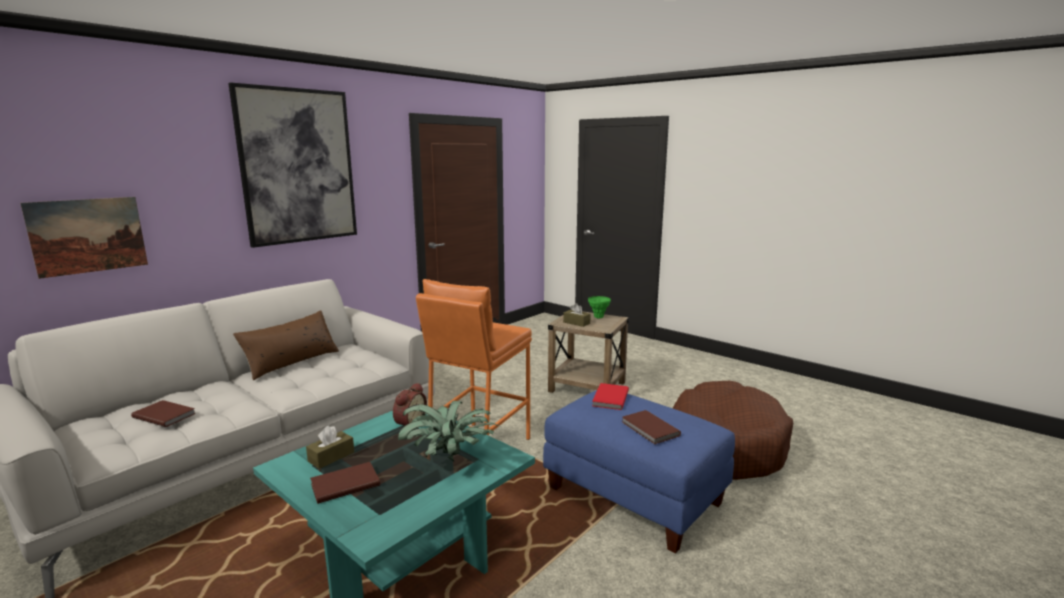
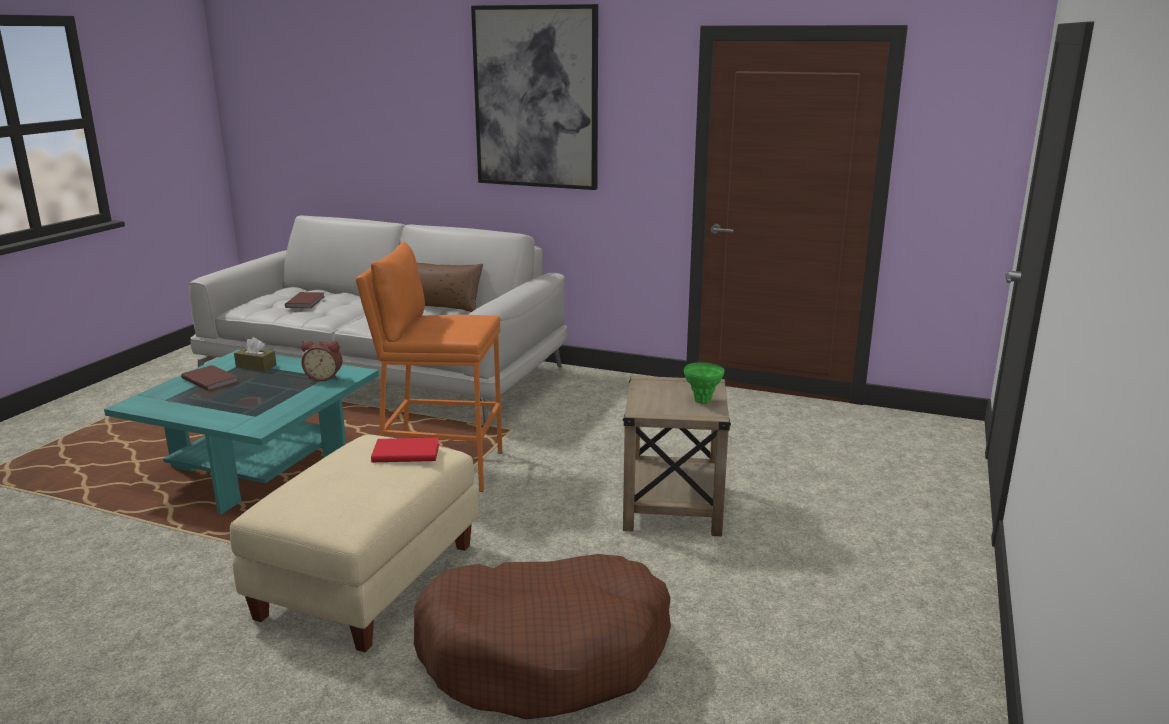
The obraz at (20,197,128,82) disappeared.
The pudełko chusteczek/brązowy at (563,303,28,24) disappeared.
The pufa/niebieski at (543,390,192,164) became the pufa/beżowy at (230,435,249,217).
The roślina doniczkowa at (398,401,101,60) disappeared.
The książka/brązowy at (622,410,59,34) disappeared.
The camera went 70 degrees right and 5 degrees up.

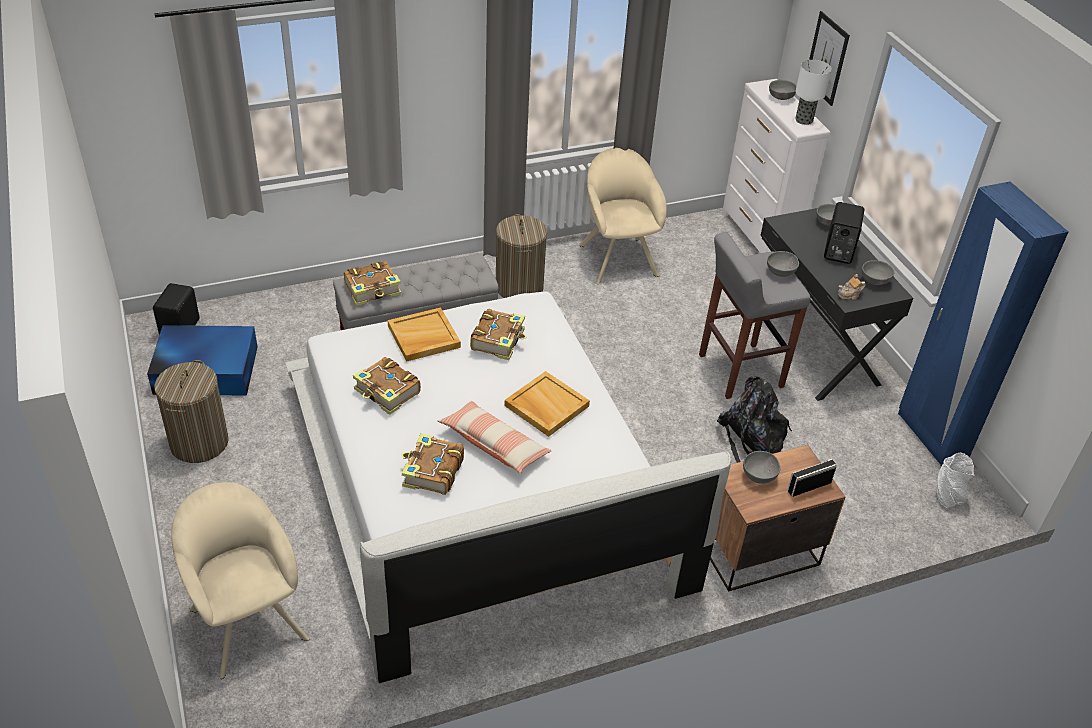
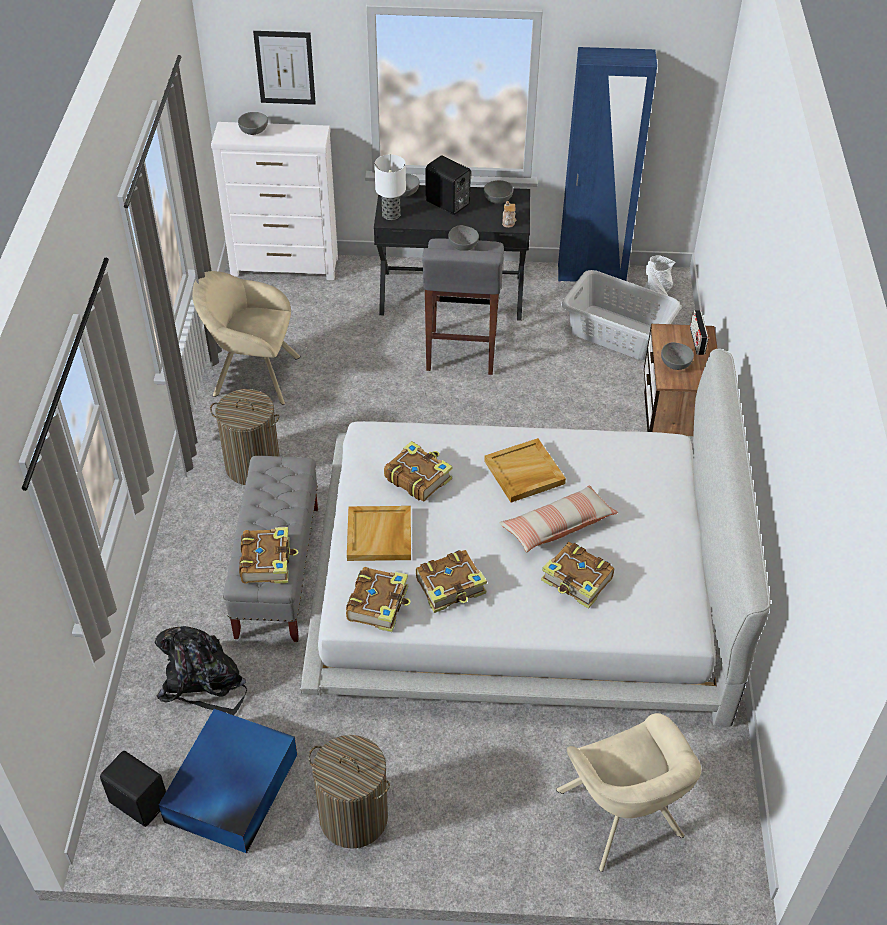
The lampa stołowa moved from (795,60,37,65) to (374,154,32,66).
The plecak/czarny moved from (717,376,75,87) to (155,626,92,89).
The fotel/beżowy at (171,482,138,197) turned 105 degrees counterclockwise.
The kosz na pranie/szary at (561,270,120,90) appeared.
The książka at (346,567,65,65) appeared.
The camera went 65 degrees left and 5 degrees up.

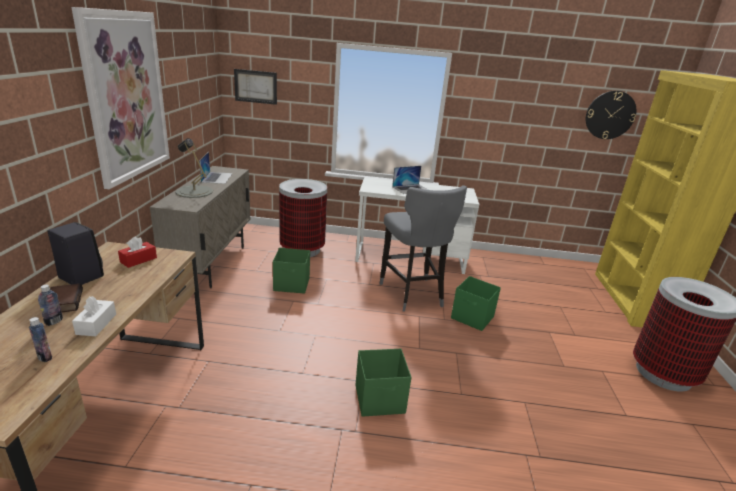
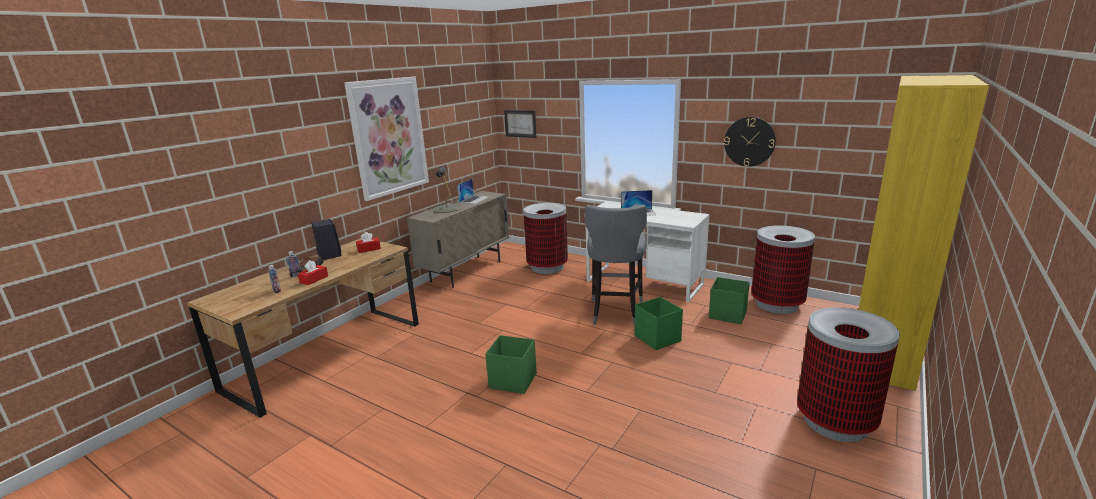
The zegar ścienny moved from (586,91,50,48) to (724,117,52,50).
The pojemnik do przechowywania/zielony moved from (273,248,37,46) to (709,277,41,47).
The pudełko chusteczek/biały at (72,296,44,40) became the pudełko chusteczek/czerwony at (298,260,30,25).
The kosz na śmieci at (751,225,64,89) appeared.
The camera went 30 degrees right and 5 degrees down.

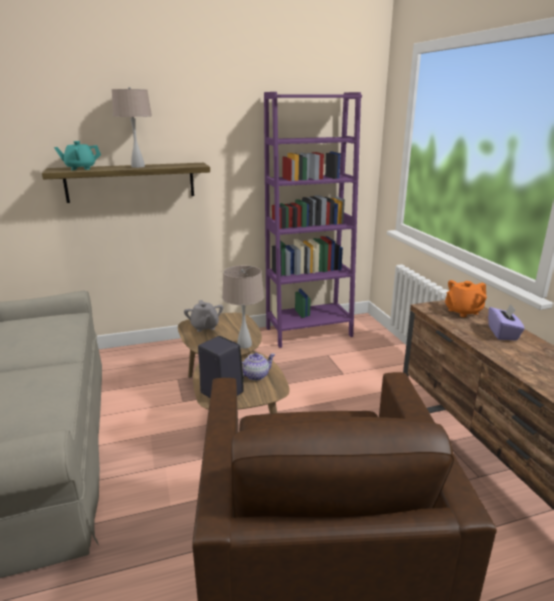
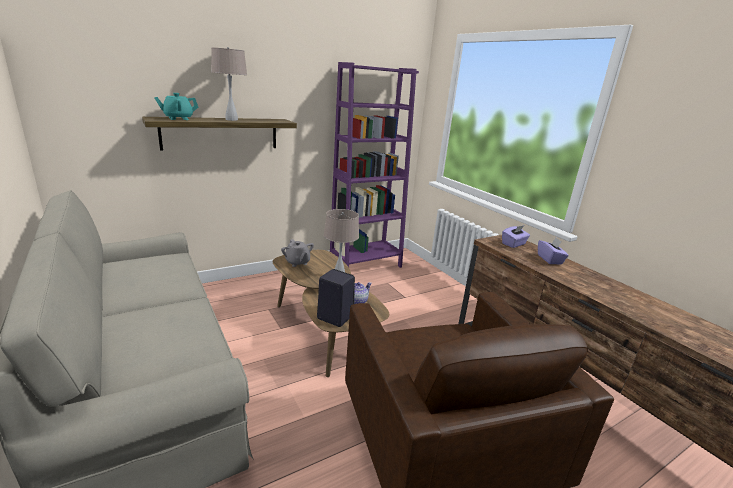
The imbryk/pomarańczowy at (445,280,42,37) was replaced by the pudełko chusteczek/fioletowy at (502,225,28,23).
The camera went 15 degrees left and 0 degrees up.

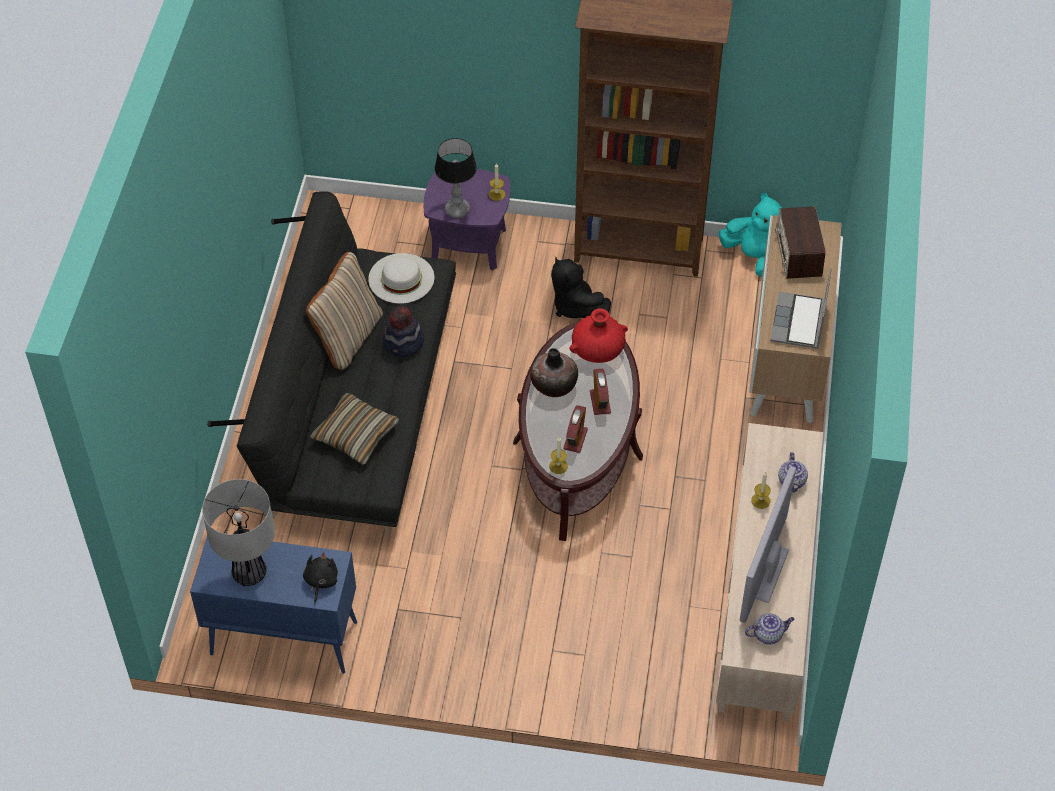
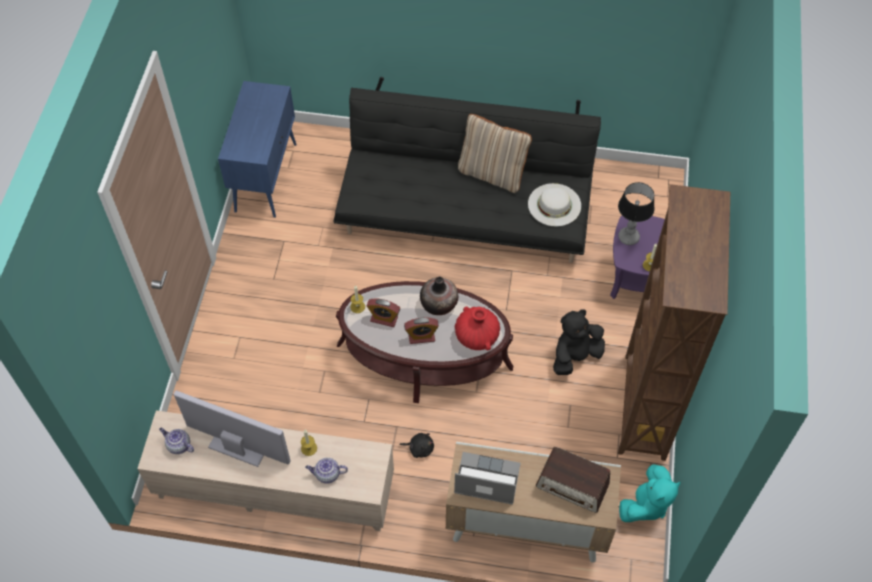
The radio at (775,206,51,73) turned 150 degrees counterclockwise.
The kapelusz at (383,306,41,51) disappeared.
The poduszka at (310,393,89,72) disappeared.
The lampa stołowa at (202,479,73,107) disappeared.
The pluszak/czarny moved from (303,552,35,51) to (399,433,35,25).
The imbryk at (745,613,49,31) turned 135 degrees clockwise.
The camera went 90 degrees right and 5 degrees up.

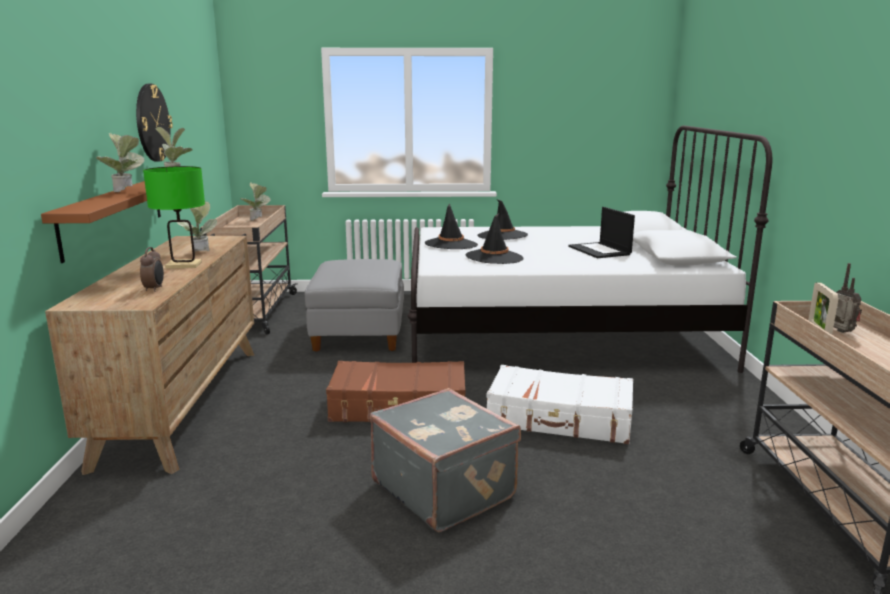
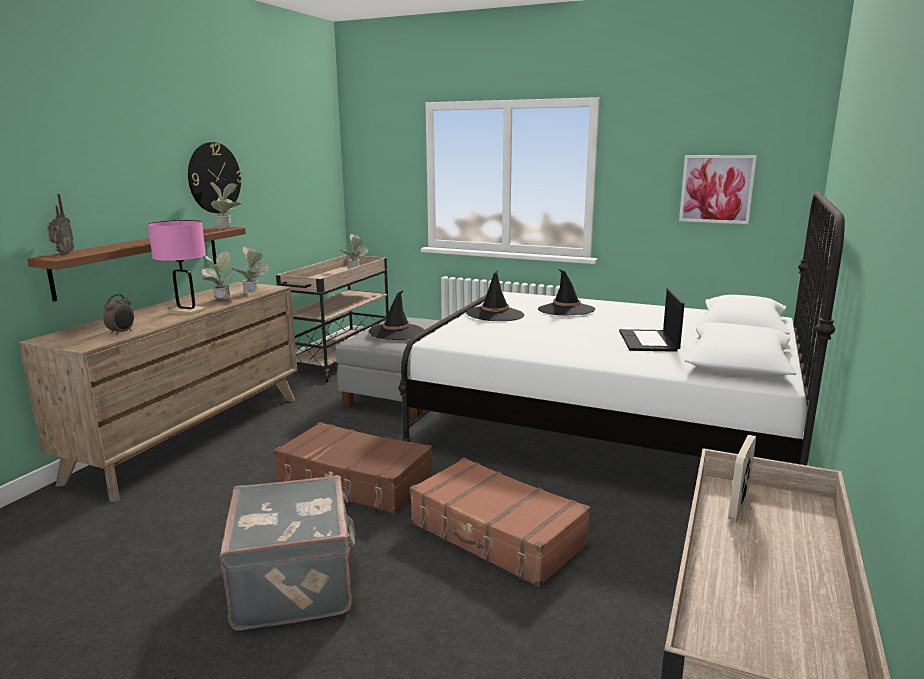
The roślina doniczkowa moved from (96,133,48,59) to (230,247,39,47).
The lampa stołowa/zielony at (143,166,62,103) became the lampa stołowa/różowy at (148,220,58,95).
The kapelusz/czarny moved from (466,213,58,51) to (369,290,55,50).
The radio moved from (834,263,28,70) to (47,194,27,60).
The walizka/biały at (487,365,146,79) became the walizka/brązowy at (410,458,180,129).
The obraz at (679,155,78,69) appeared.
The camera went 25 degrees right and 0 degrees up.

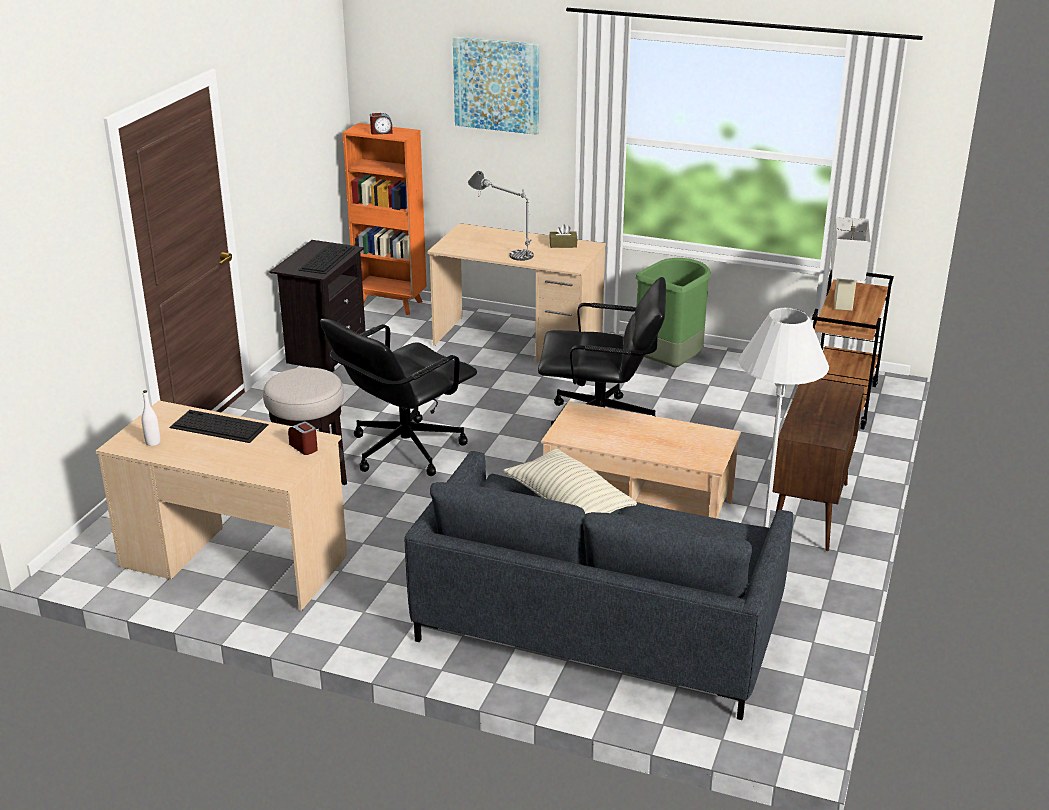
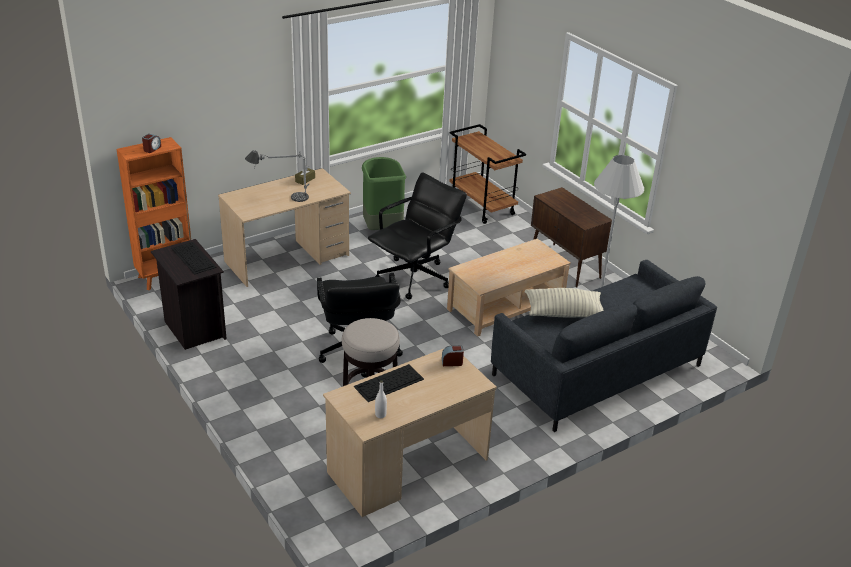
The obraz at (453,37,86,98) disappeared.
The lampa stołowa/biały at (831,217,40,94) disappeared.
The camera went 55 degrees left and 5 degrees up.

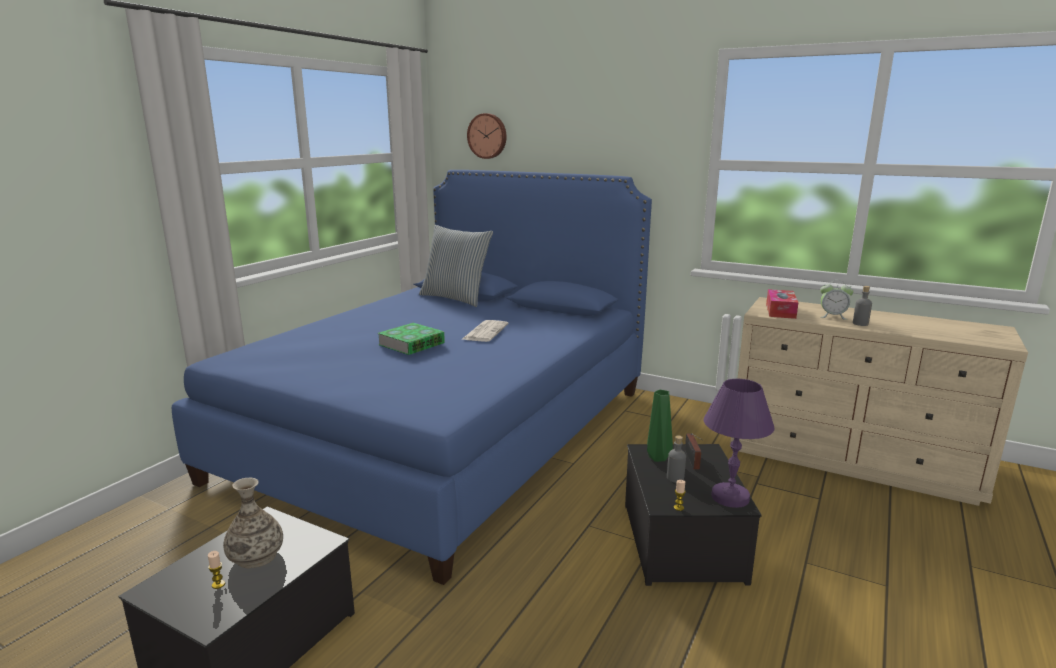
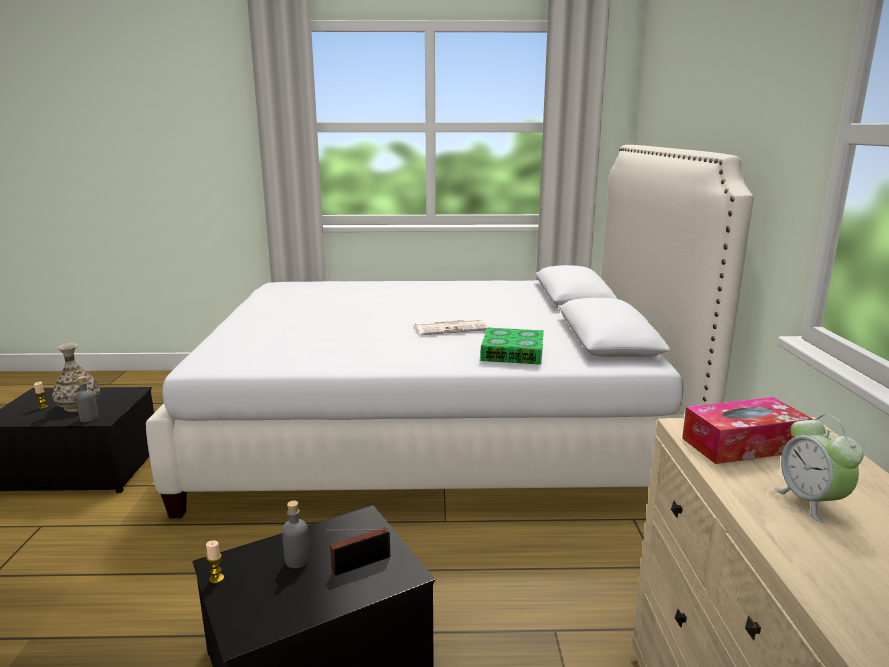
The zegar ścienny at (467,113,39,46) disappeared.
The łóżko/niebieski at (172,170,480,415) became the łóżko/biały at (146,145,607,373).
The poduszka at (419,225,74,82) disappeared.
The butelka/szary moved from (853,286,19,40) to (75,376,24,46).
The książka moved from (378,323,67,32) to (480,328,64,37).
The lampa stołowa/fioletowy at (703,379,71,129) disappeared.
The wazon/zielony at (647,390,26,72) disappeared.
The camera went 60 degrees right and 0 degrees up.

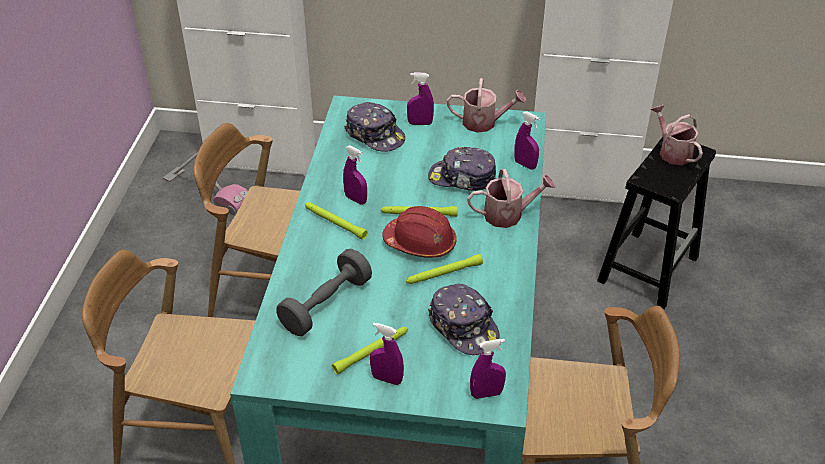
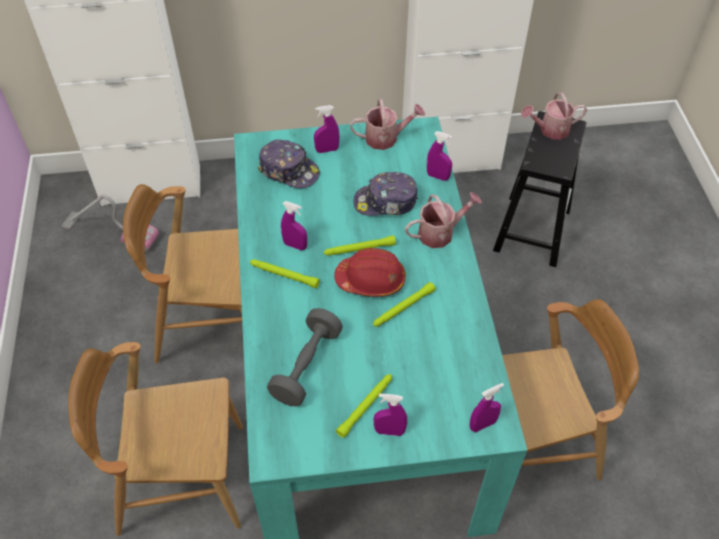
The konewka at (650,104,53,61) turned 60 degrees counterclockwise.
The czapka z daszkiem at (428,284,72,71) disappeared.
The camera went 15 degrees left and 10 degrees up.

